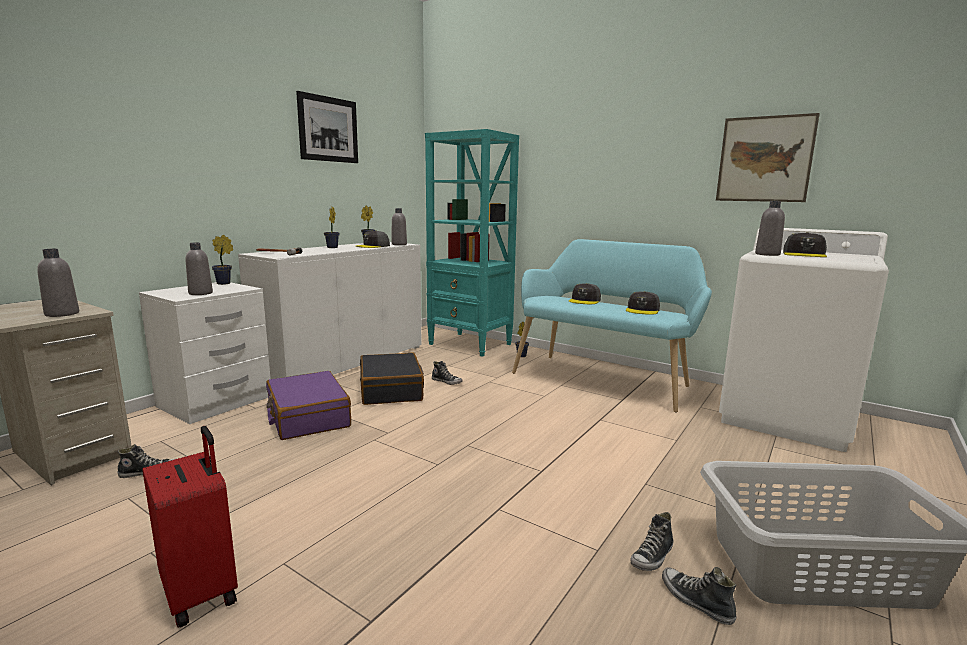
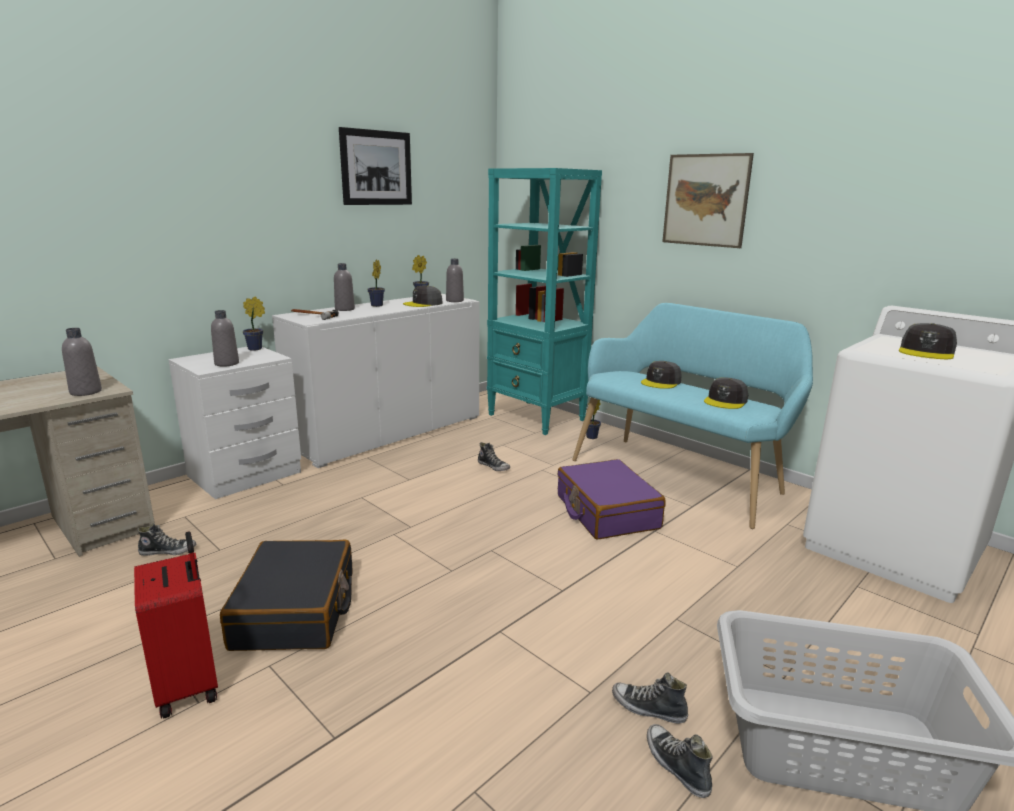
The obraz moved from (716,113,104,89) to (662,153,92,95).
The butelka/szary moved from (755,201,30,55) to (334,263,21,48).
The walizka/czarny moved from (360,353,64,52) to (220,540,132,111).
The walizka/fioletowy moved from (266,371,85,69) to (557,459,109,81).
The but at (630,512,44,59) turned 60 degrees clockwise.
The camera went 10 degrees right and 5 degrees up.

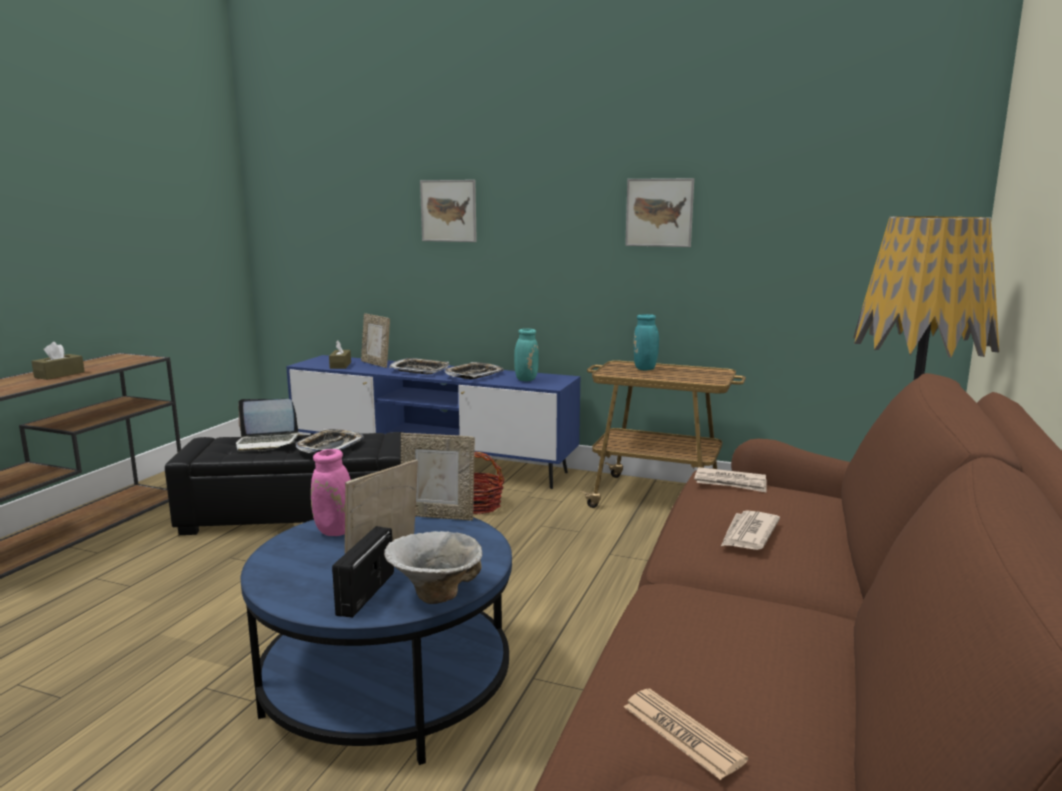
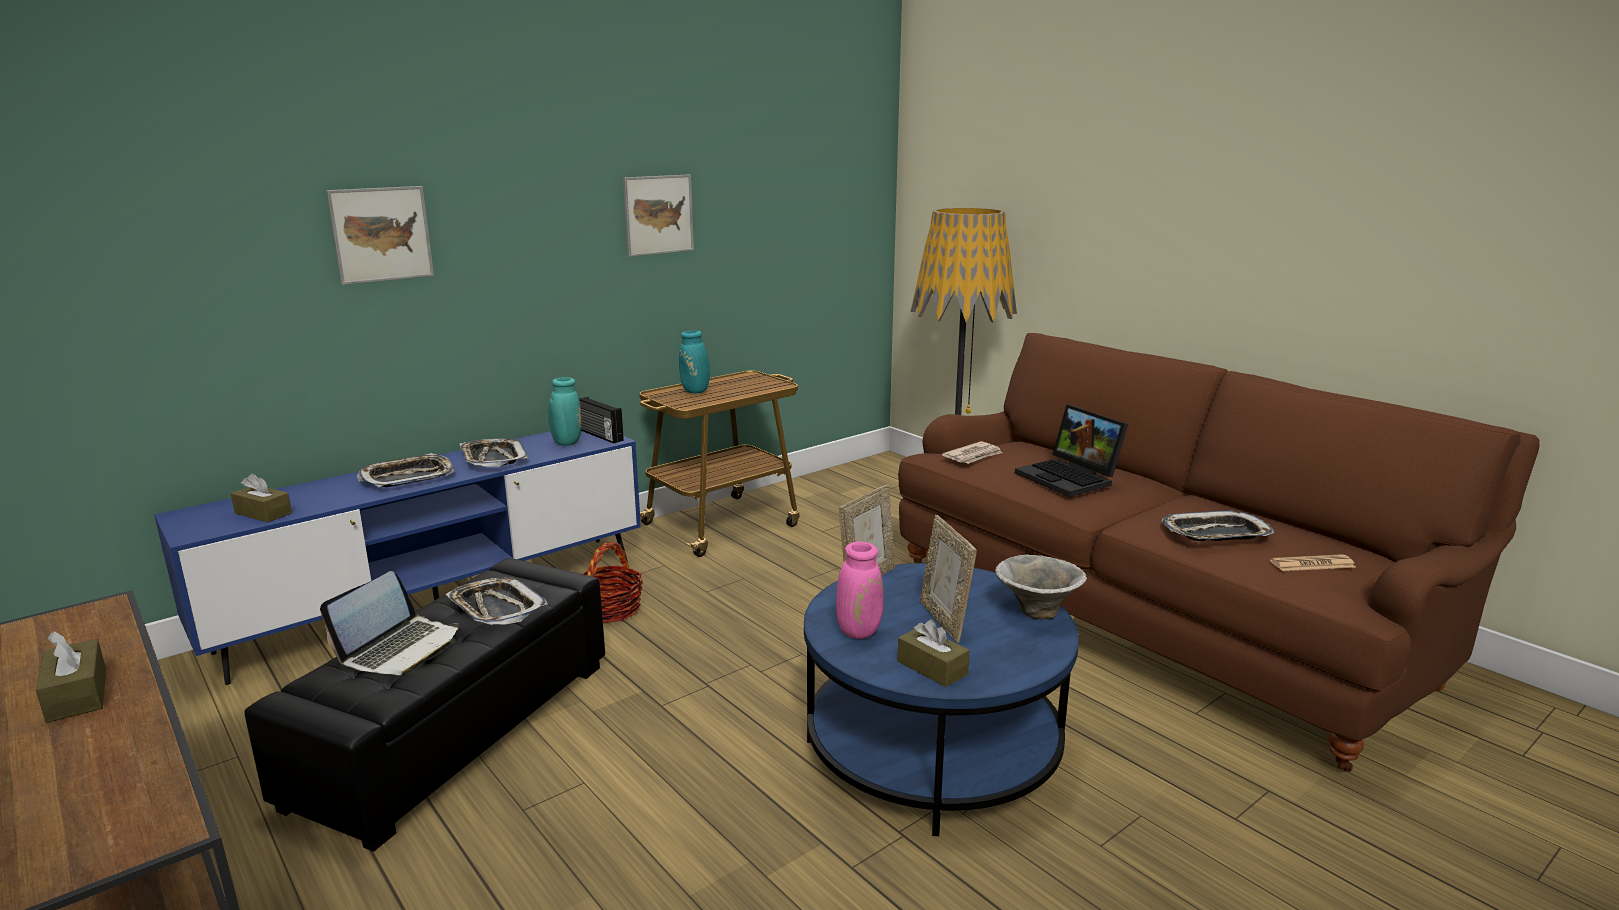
The ramka na zdjęcie at (361,313,29,55) disappeared.
The gazeta at (721,510,59,40) was replaced by the laptop at (1015,405,113,92).
The radio moved from (332,526,62,92) to (579,397,45,46).
The taca at (1161,510,113,31) appeared.
The pudełko chusteczek/brązowy at (897,619,73,68) appeared.
The camera went 60 degrees left and 5 degrees up.

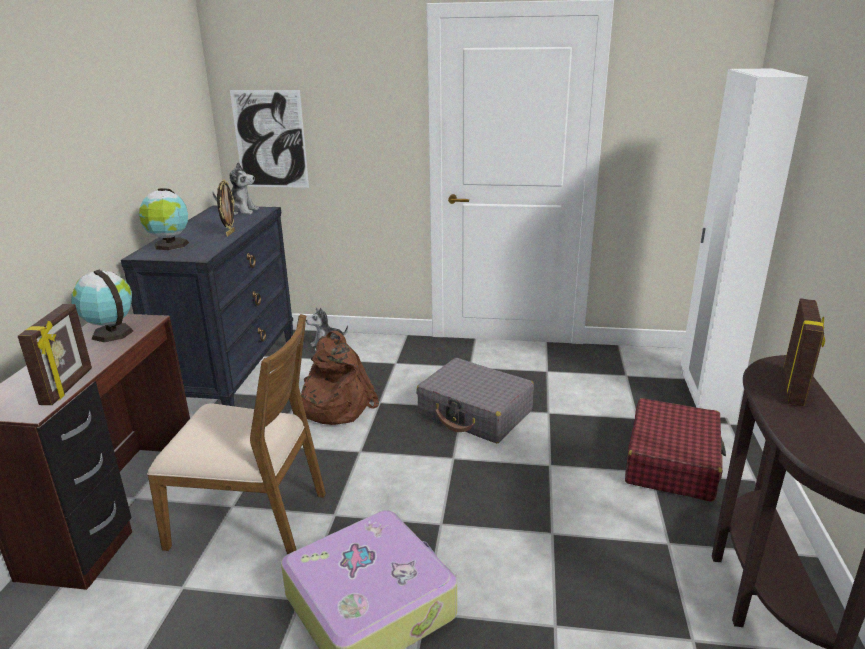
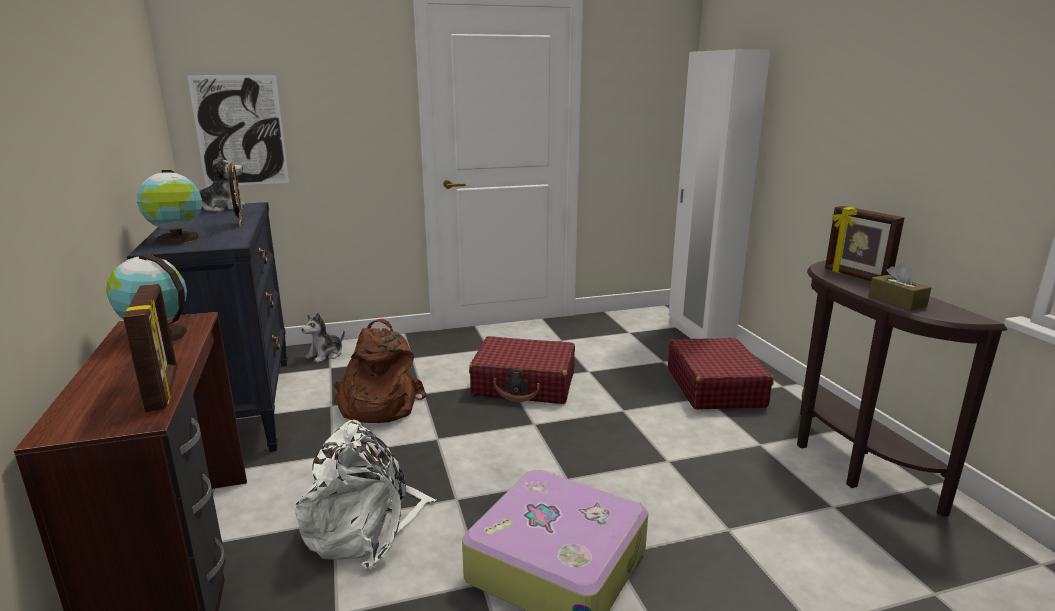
The ramka na zdjęcie at (784,298,41,108) turned 150 degrees clockwise.
The krzesło/brązowy at (147,314,179,241) was replaced by the plecak/biały at (295,420,141,150).
The walizka/szary at (416,358,118,85) became the walizka/czerwony at (469,336,106,68).
The pudełko chusteczek/brązowy at (869,263,62,48) appeared.
The camera went 25 degrees left and 5 degrees down.

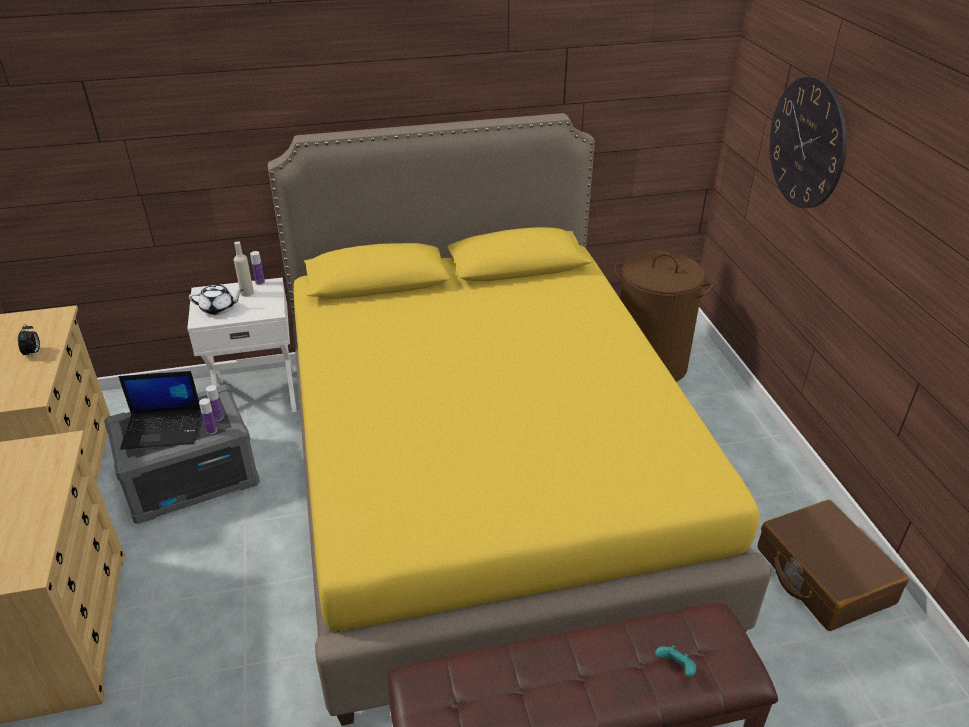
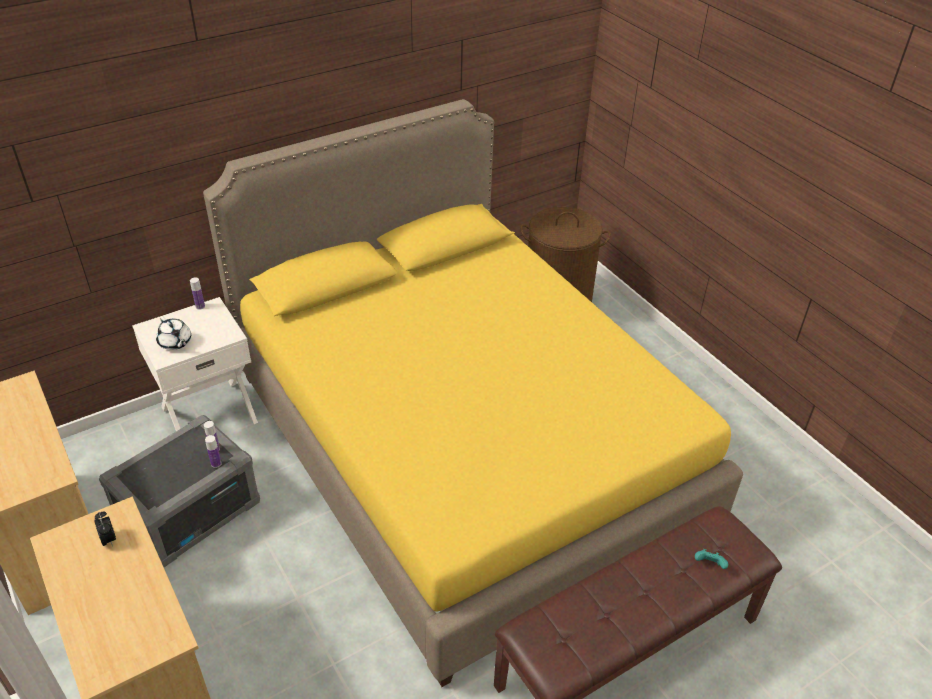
The zegar ścienny at (770,77,77,131) disappeared.
The butelka/beżowy at (234,241,20,56) disappeared.
The imbryk/biały at (189,285,55,30) turned 75 degrees clockwise.
The budzik moved from (18,324,22,34) to (94,512,22,34).
The laptop at (118,371,83,79) disappeared.
The walizka/brązowy at (757,500,152,131) disappeared.
The camera went 20 degrees left and 5 degrees up.

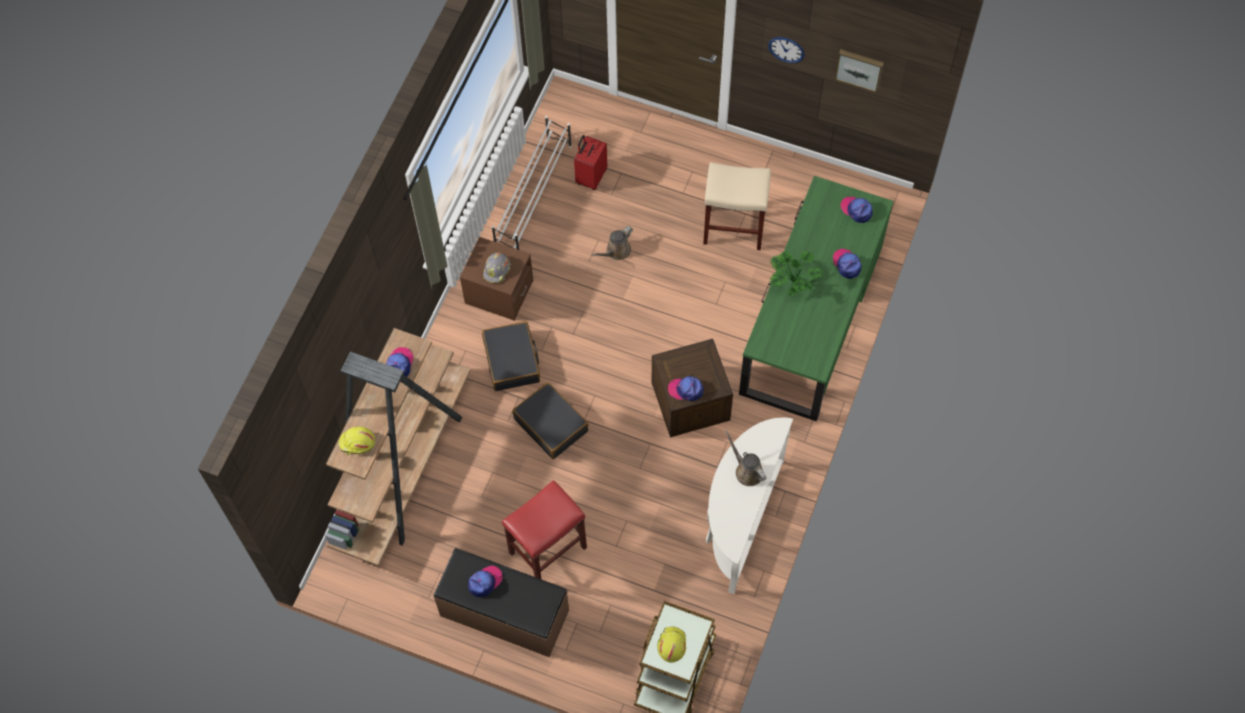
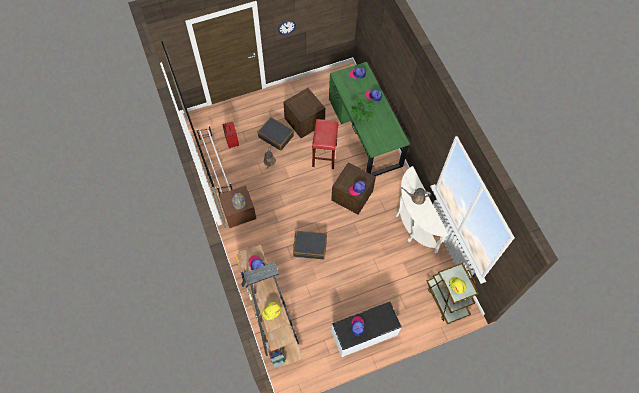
The obraz at (834,49,50,44) disappeared.
The stołek/beżowy at (703,162,68,88) was replaced by the skrzynka at (283,88,42,50).
The walizka/czarny moved from (482,321,58,70) to (258,117,36,34).
The stołek/czerwony moved from (502,480,85,100) to (312,119,27,50).
The ławka/brązowy at (434,548,135,109) became the ławka/biały at (331,302,71,55).
The camera went 45 degrees left and 0 degrees up.

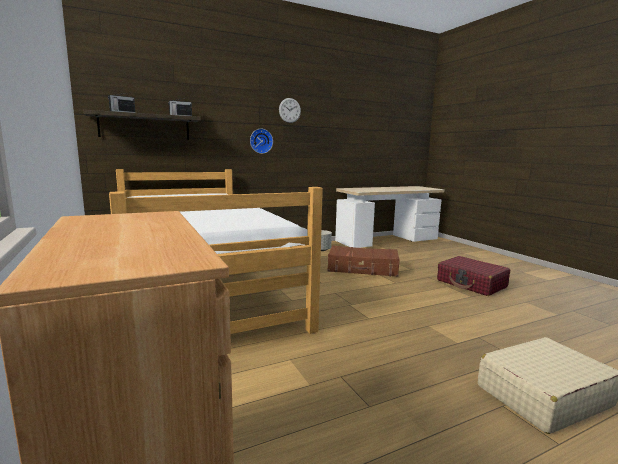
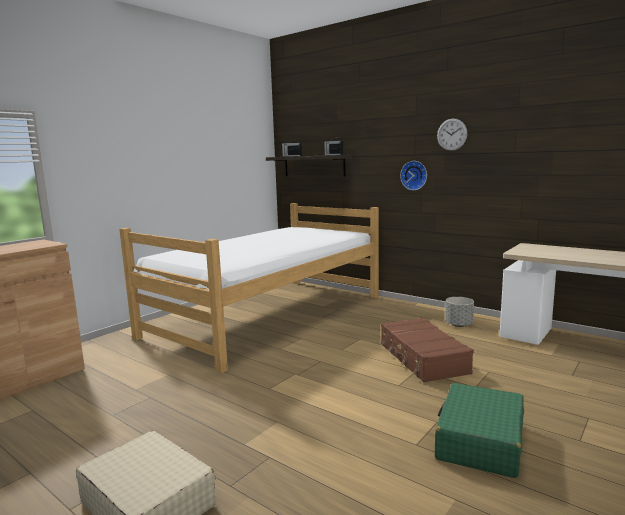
The walizka/czerwony at (437,256,73,40) became the walizka/zielony at (435,383,89,95).
The camera went 65 degrees right and 0 degrees up.

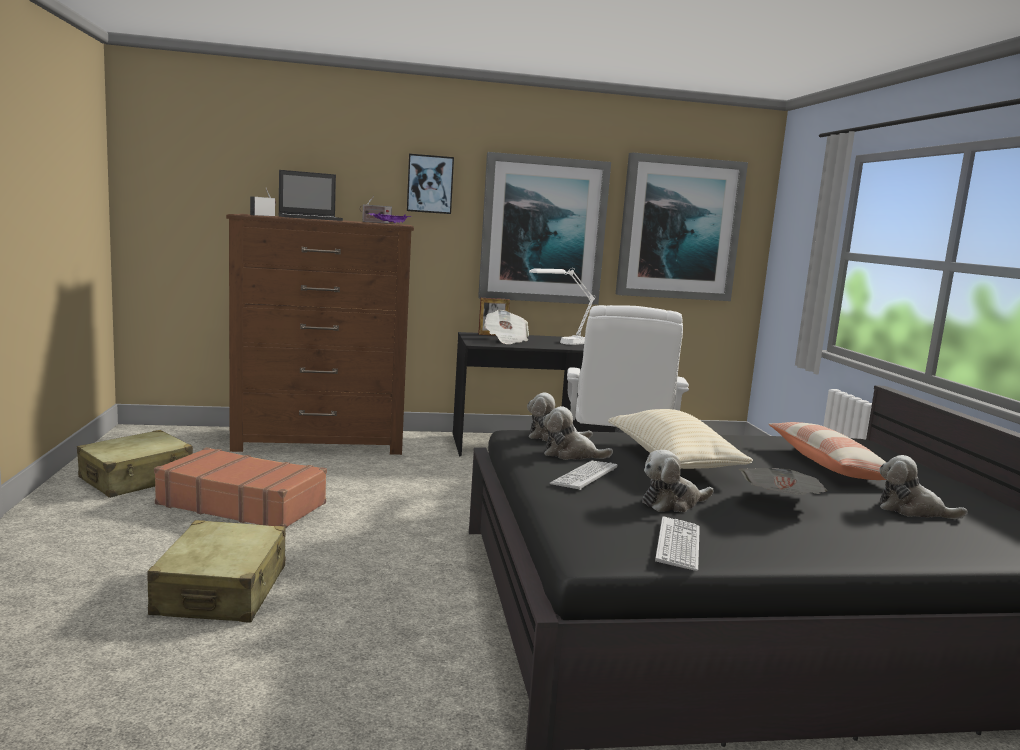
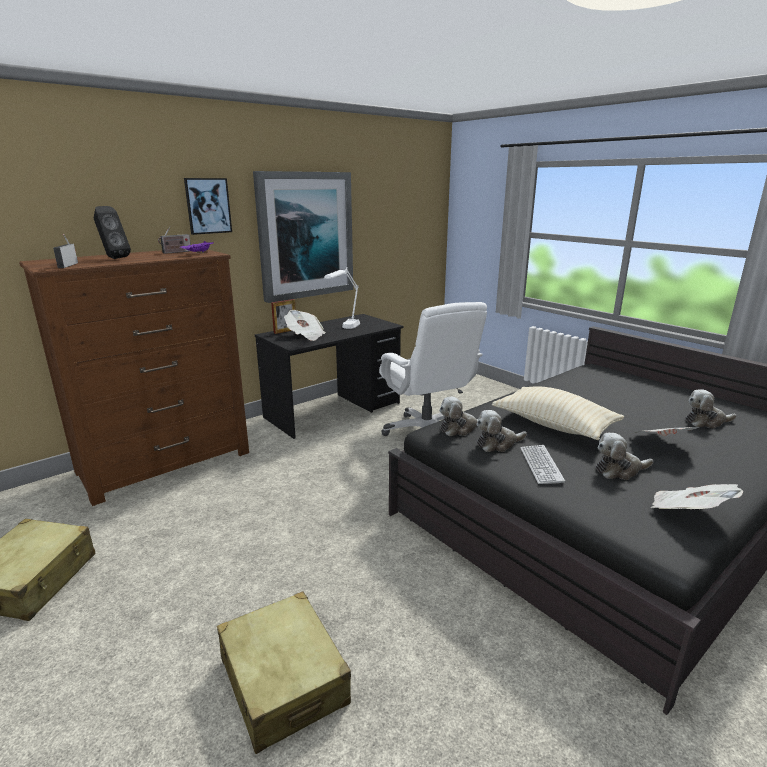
The obraz at (616,152,132,149) disappeared.
The laptop at (279,170,64,51) was replaced by the głośnik/czarny at (94,206,37,53).
The poduszka at (769,422,117,58) disappeared.
The walizka/brązowy at (154,447,173,81) disappeared.
The pluszak at (642,450,71,62) turned 45 degrees clockwise.
The klawiatura at (655,516,45,55) was replaced by the gazeta at (651,484,92,25).
The camera went 30 degrees left and 10 degrees up.

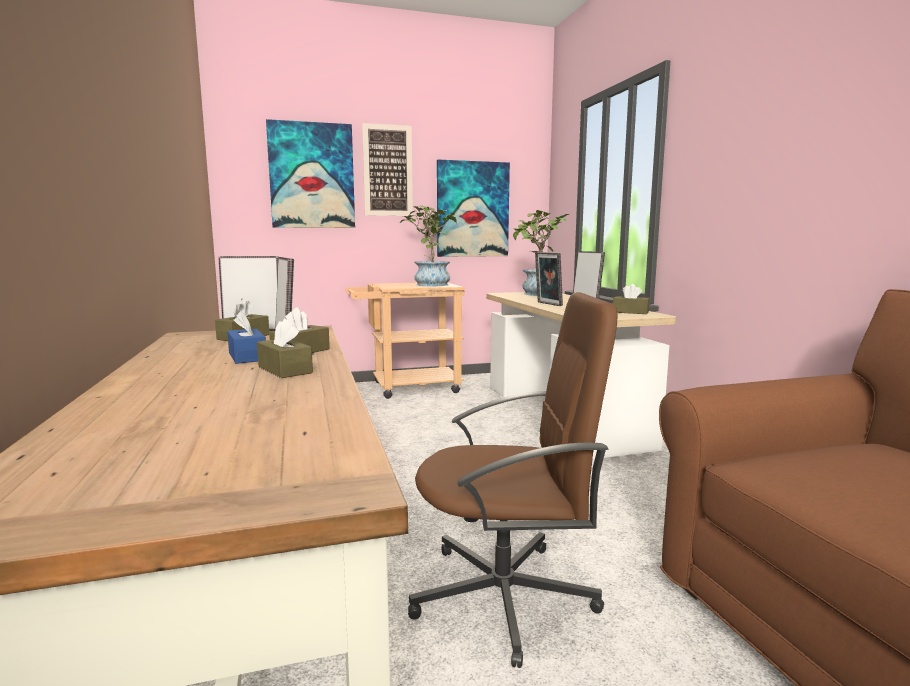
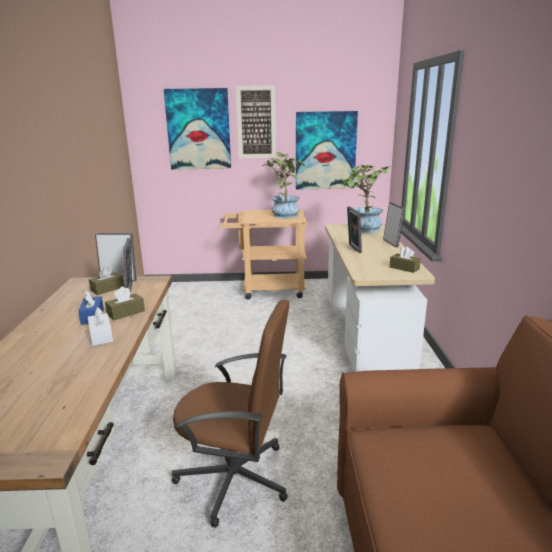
The pudełko chusteczek/brązowy at (257,318,56,60) became the pudełko chusteczek/biały at (88,307,25,39).
The camera went 15 degrees right and 10 degrees up.

